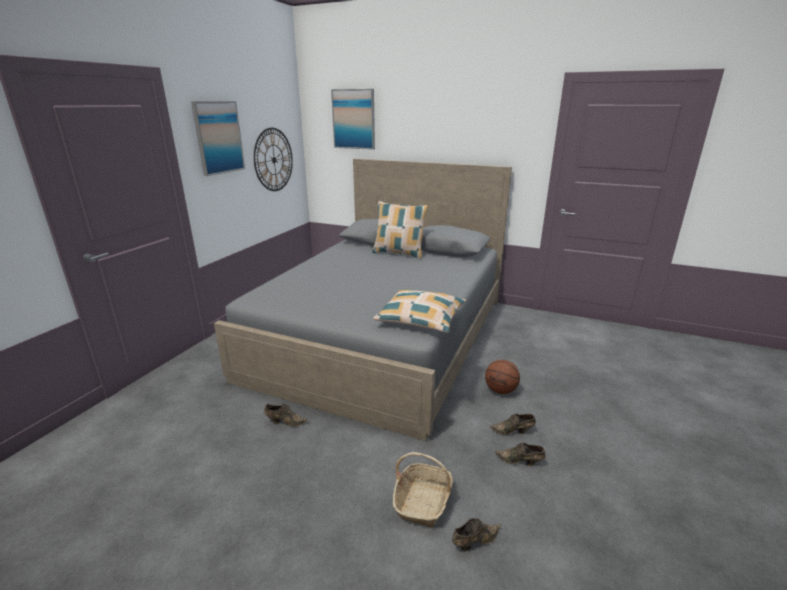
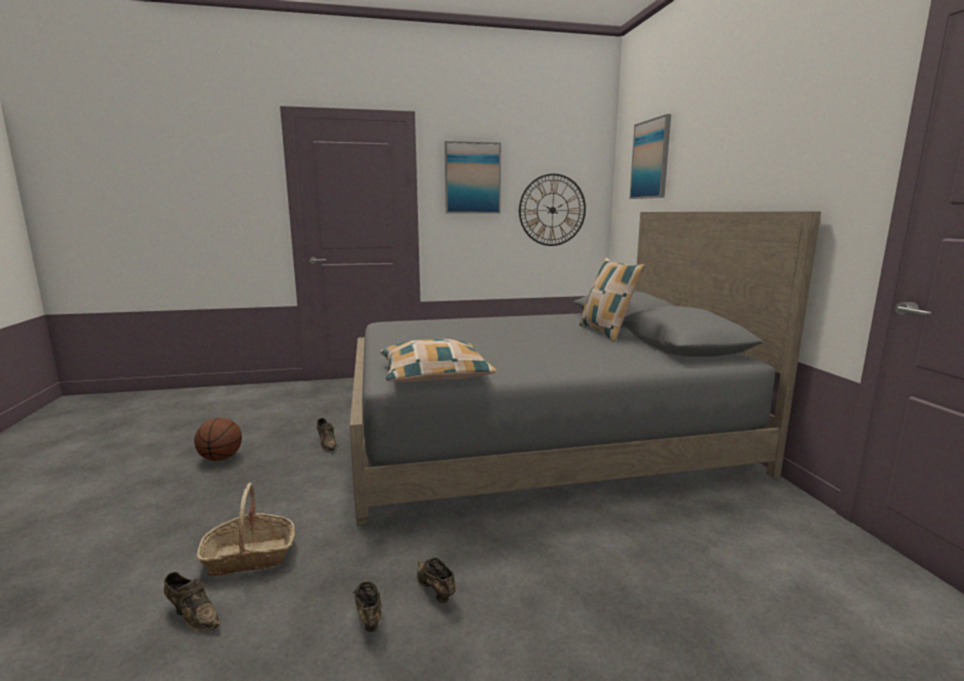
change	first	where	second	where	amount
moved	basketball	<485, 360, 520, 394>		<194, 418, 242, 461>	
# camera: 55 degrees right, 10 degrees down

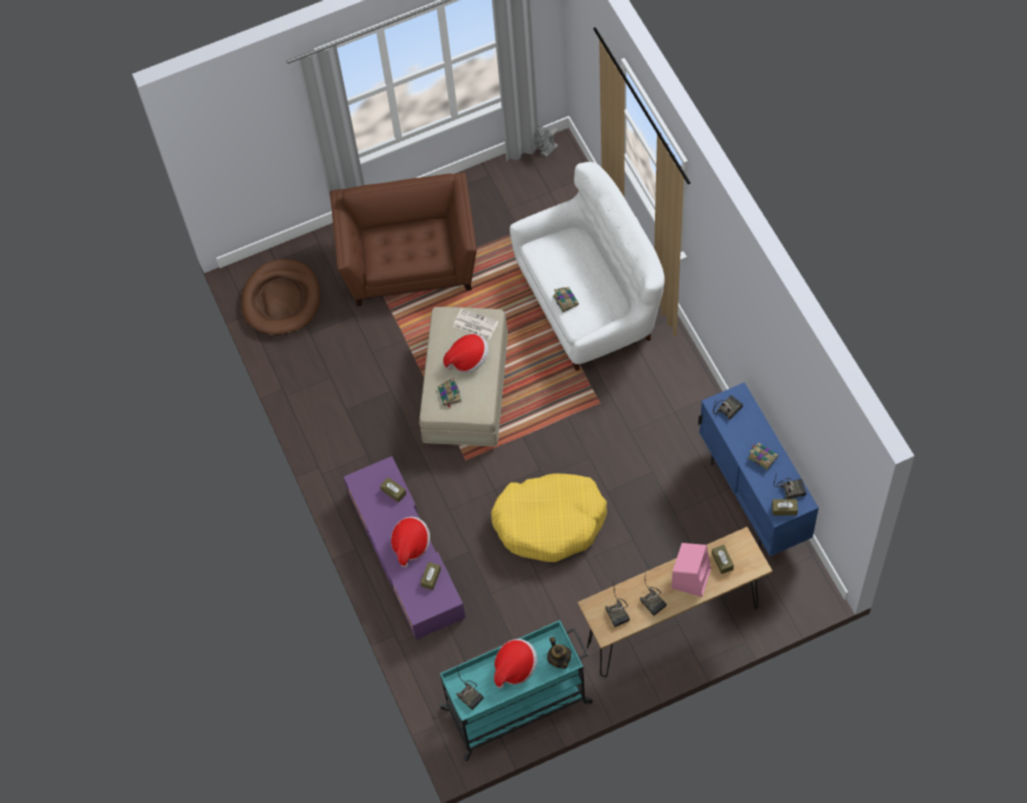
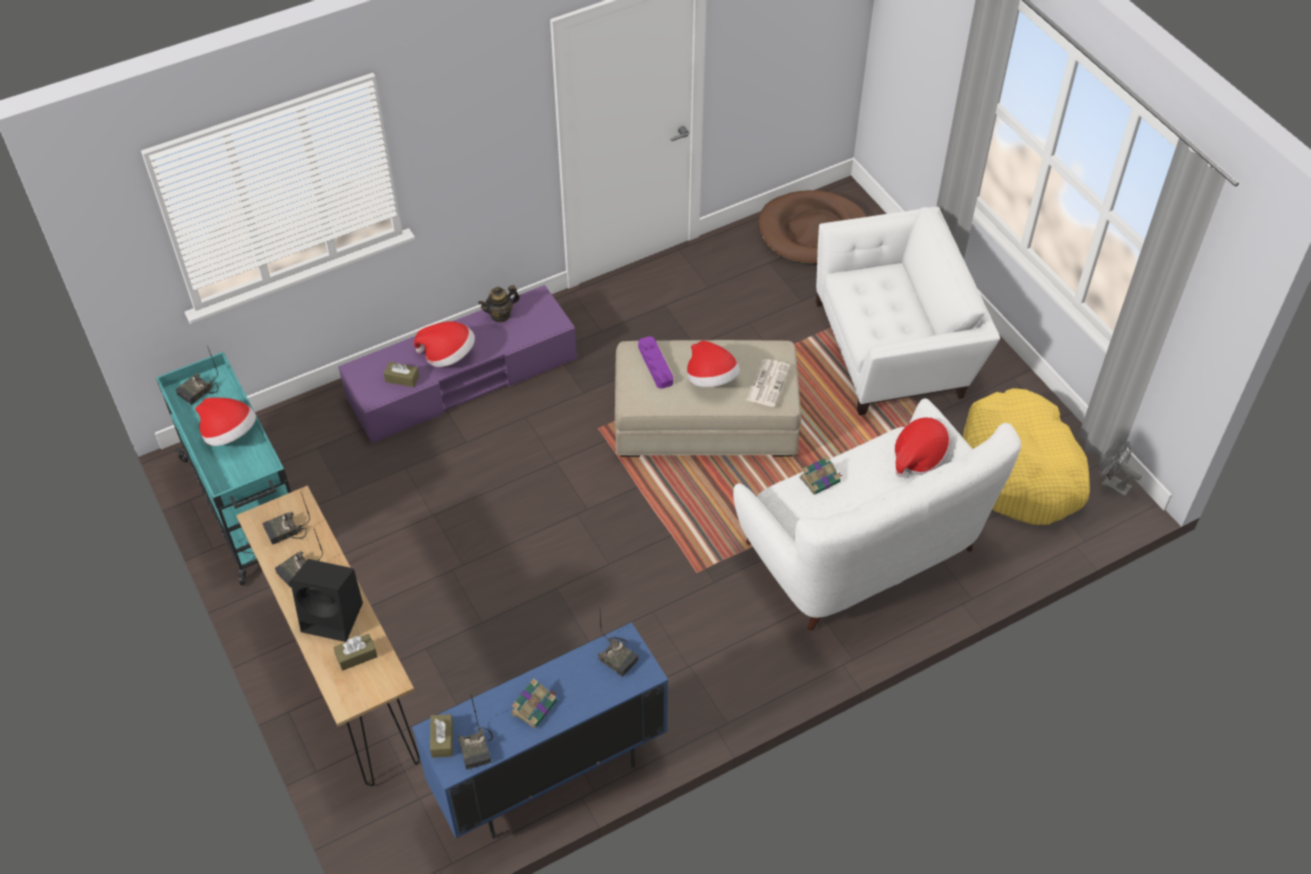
change	first	where	second	where	amount
removed	tissue box/brown	<380, 477, 406, 503>			
added			hat	<895, 417, 952, 477>	
moved	dog bed/yellow	<491, 473, 607, 562>		<963, 388, 1090, 525>	
moved	teapot	<547, 637, 571, 669>		<478, 285, 520, 323>	
replaced	book	<438, 378, 462, 408>	tray/purple	<638, 336, 673, 389>	
recoloured	armchair/brown	<330, 172, 477, 306>	armchair/white	<816, 207, 1000, 415>	
recoloured	speaker/pink	<672, 543, 711, 597>	speaker/black	<290, 559, 363, 642>	
# camera: 80 degrees right, 10 degrees down

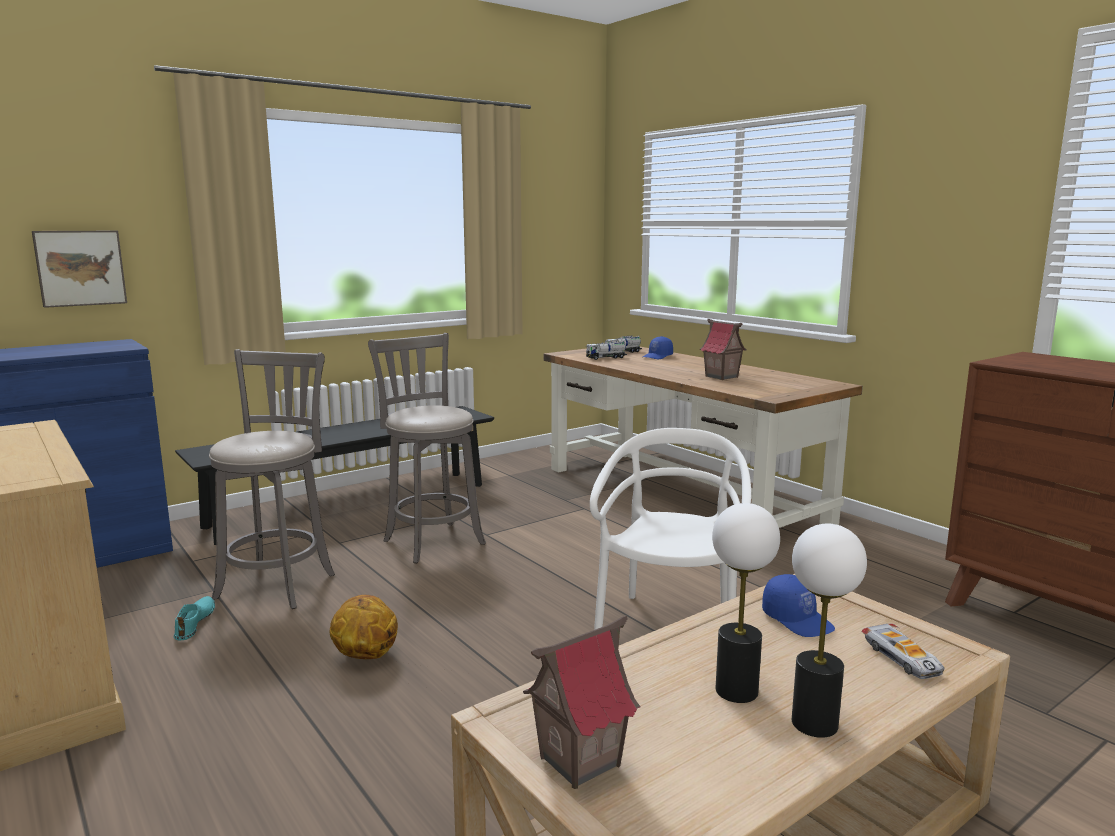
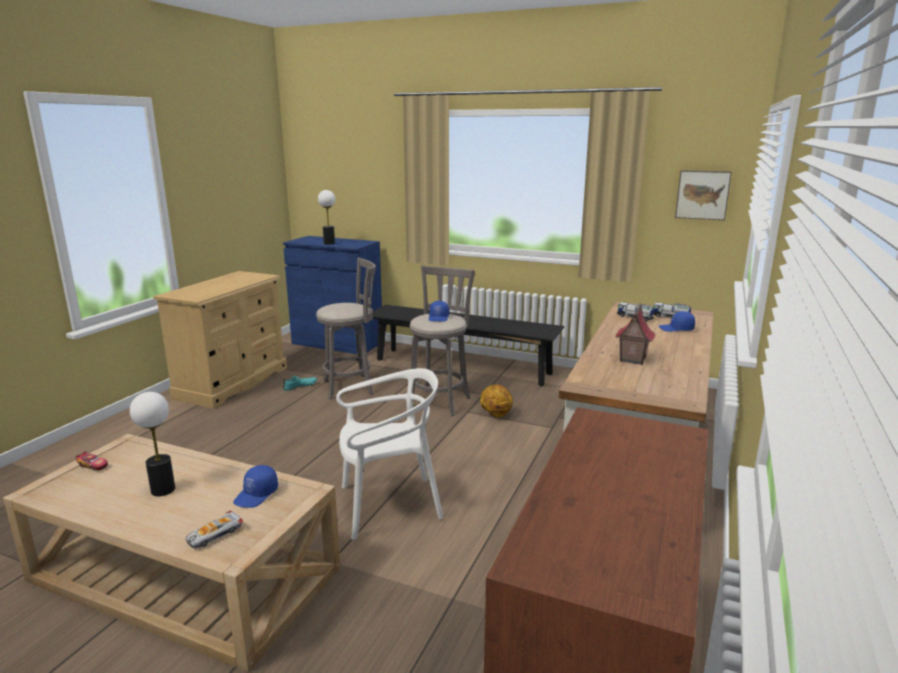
change	first	where	second	where	amount
added			cap/blue	<429, 301, 449, 322>	
moved	picture	<32, 231, 127, 308>		<675, 170, 732, 220>	
moved	basketball	<330, 595, 398, 659>		<480, 384, 513, 418>	
moved	table lamp	<792, 523, 867, 738>		<318, 190, 335, 245>	
replaced	toy house	<523, 616, 640, 789>	toy car	<76, 451, 108, 471>	
# camera: 60 degrees right, 5 degrees up

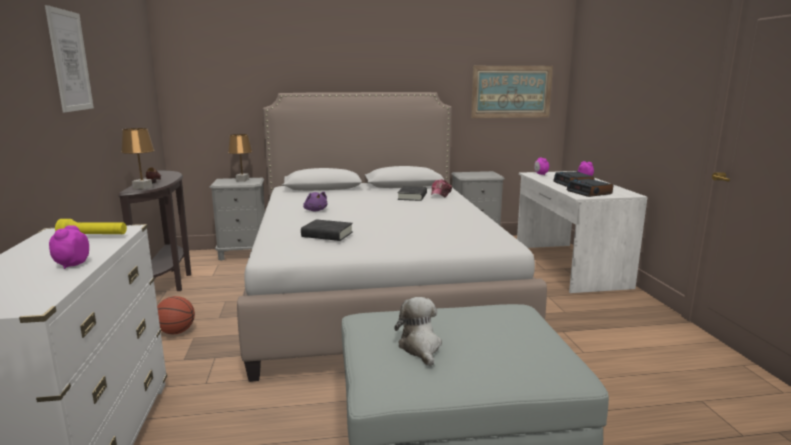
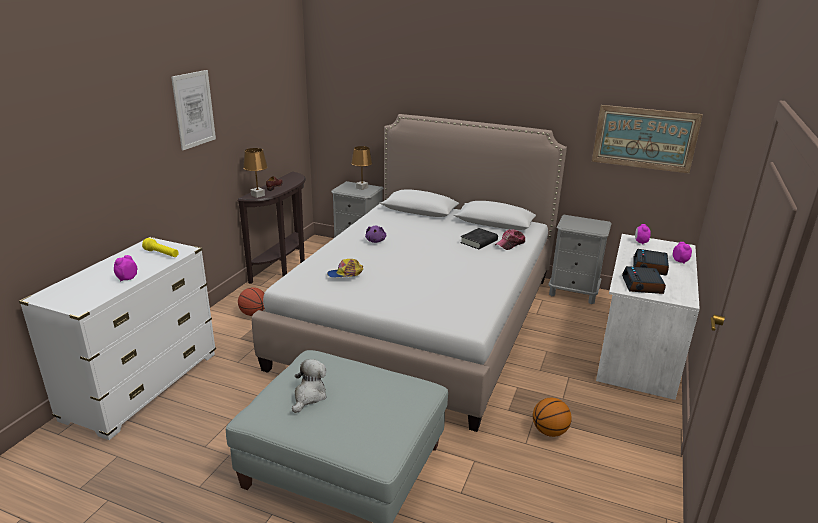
change	first	where	second	where	amount
added			basketball	<533, 398, 572, 437>	
replaced	book/black	<301, 219, 353, 241>	cap	<327, 259, 363, 278>	
# camera: 30 degrees right, 10 degrees up

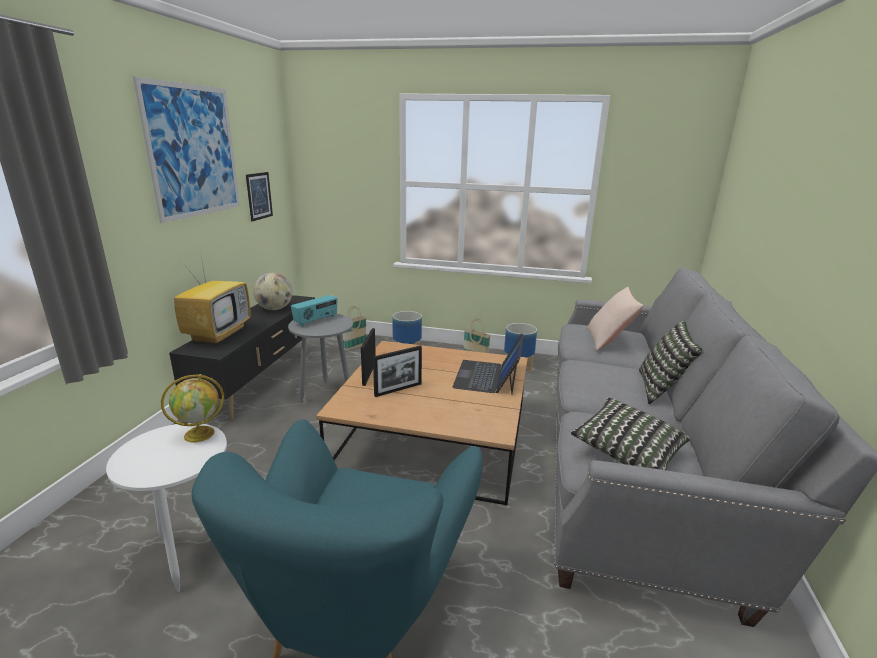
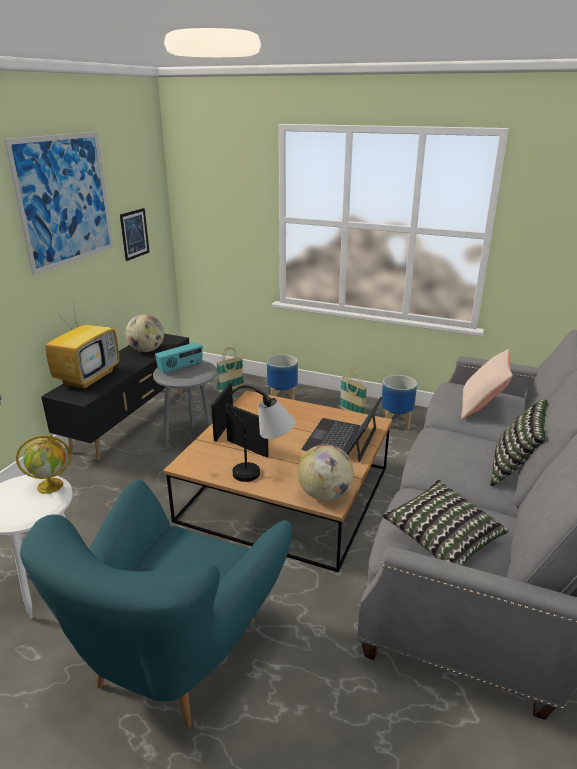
change	first	where	second	where	amount
added			table lamp	<229, 386, 296, 482>	
added			globe	<298, 444, 354, 501>	
turned	picture frame	<373, 346, 422, 397>		<225, 404, 269, 458>	120 degrees counterclockwise
# camera: 10 degrees right, 5 degrees up

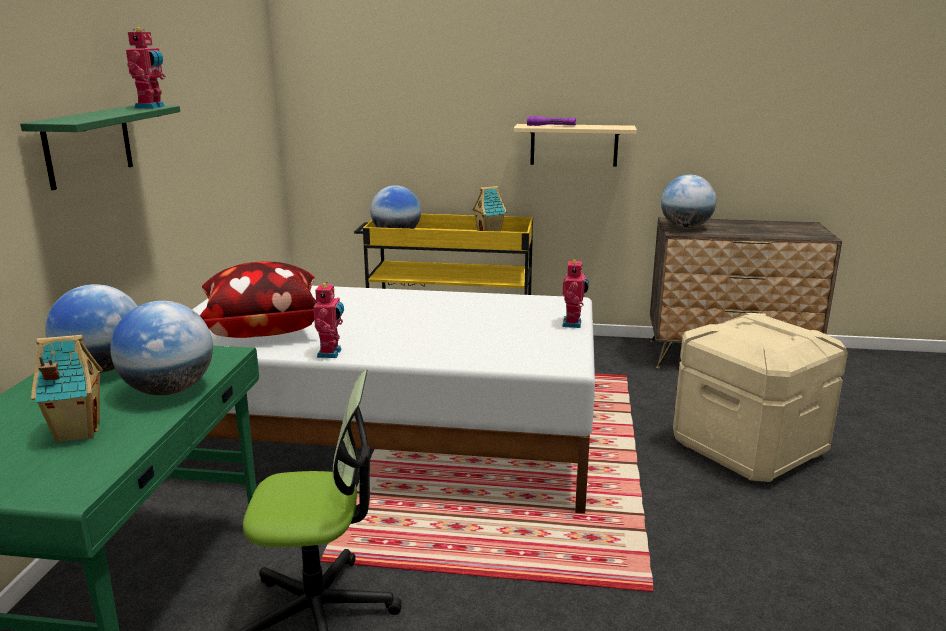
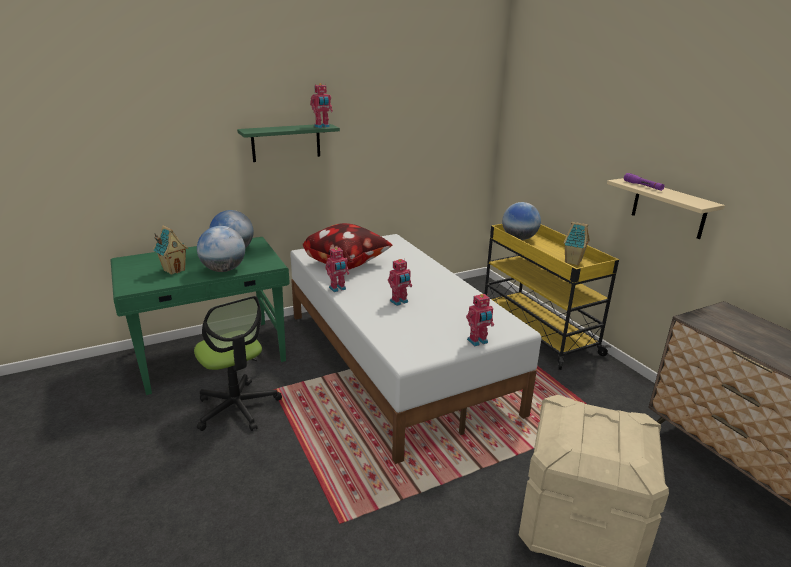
change	first	where	second	where	amount
removed	globe	<661, 175, 716, 228>			
added			toy robot	<388, 259, 412, 306>	
# camera: 55 degrees right, 5 degrees up

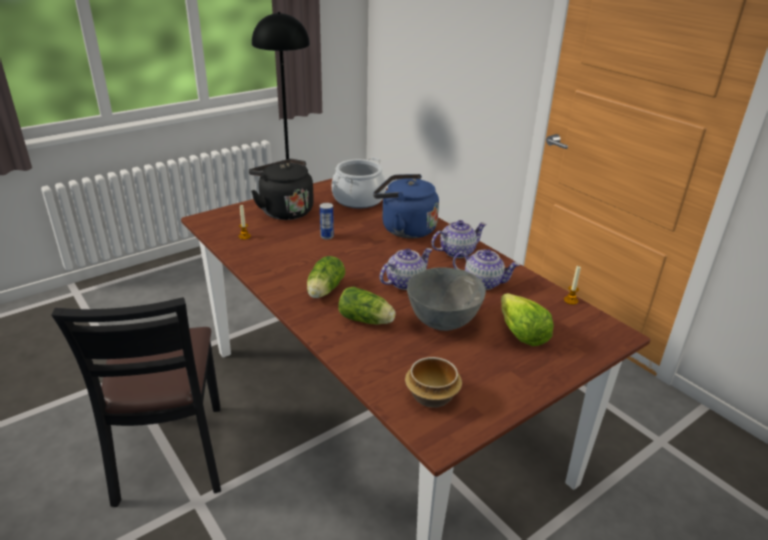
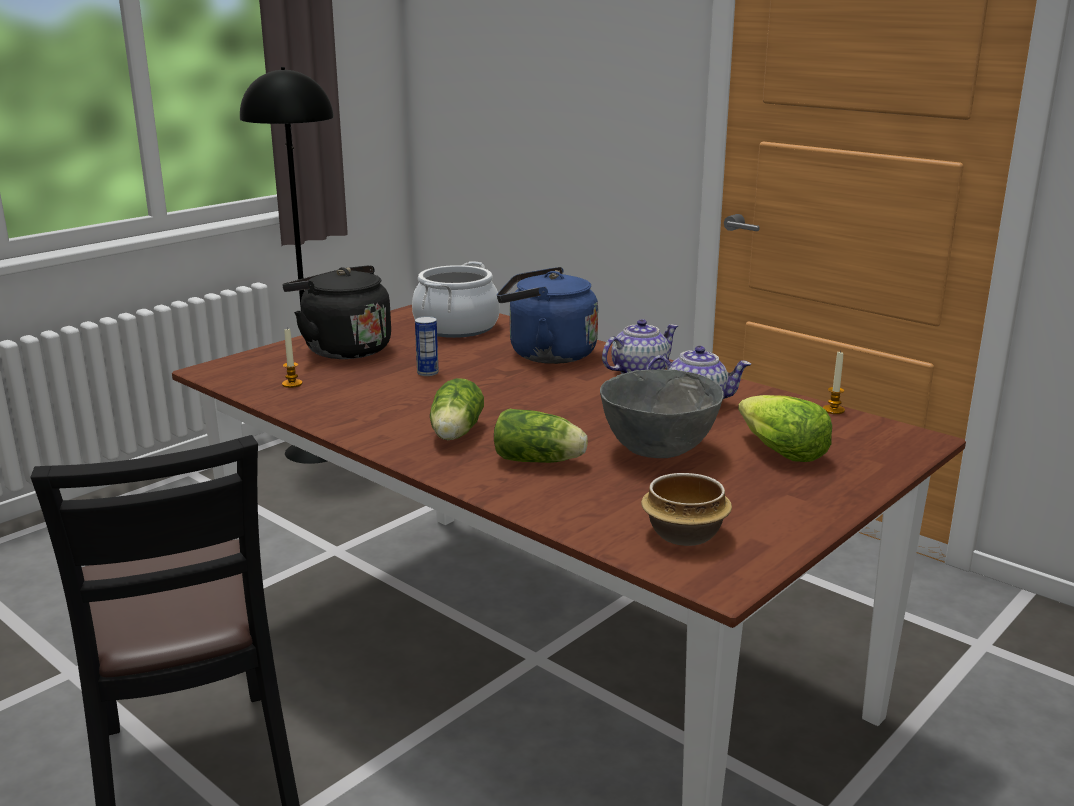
change	first	where	second	where	amount
removed	teapot	<380, 248, 433, 290>			
# camera: 10 degrees left, 10 degrees down

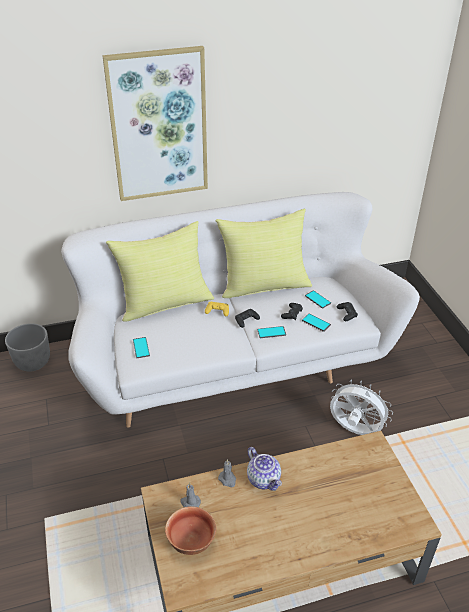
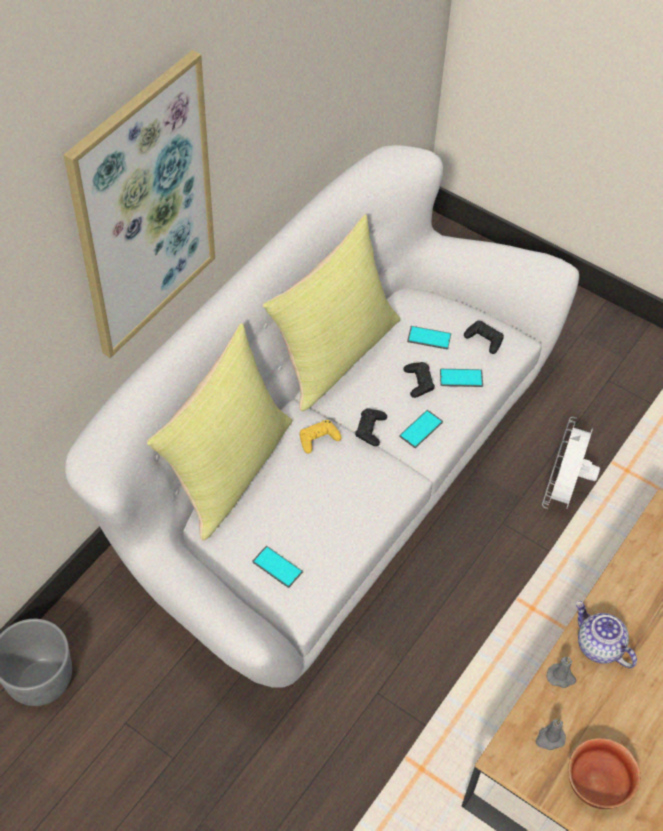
change	first	where	second	where	amount
turned	teapot	<247, 447, 282, 491>		<576, 601, 637, 668>	150 degrees counterclockwise
turned	fan/white	<330, 379, 393, 435>		<542, 417, 600, 509>	60 degrees counterclockwise
# camera: 40 degrees left, 15 degrees up

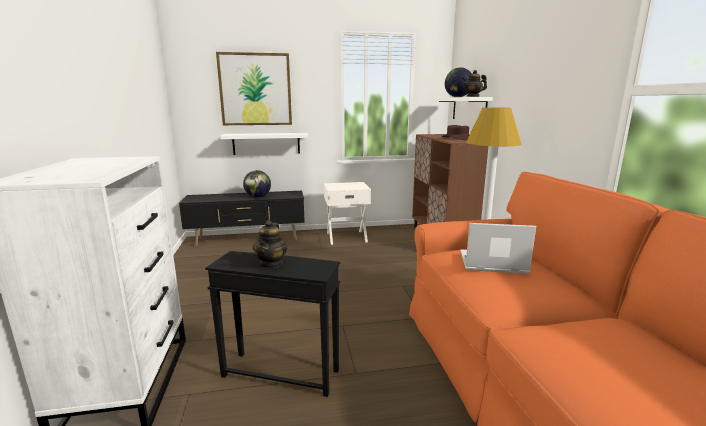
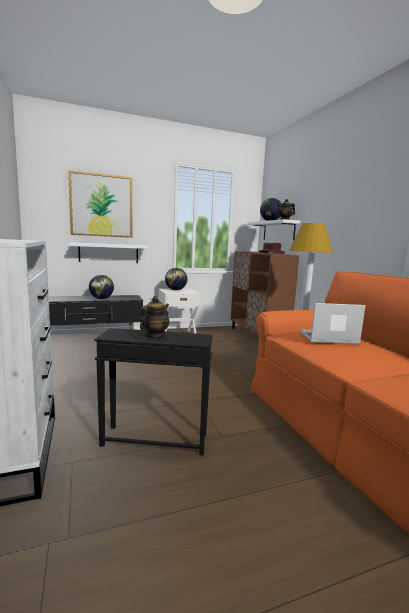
change	first	where	second	where	amount
added			globe	<165, 268, 187, 290>	
turned	teapot	<253, 220, 287, 268>		<140, 296, 169, 338>	150 degrees counterclockwise
# camera: 10 degrees left, 5 degrees down

